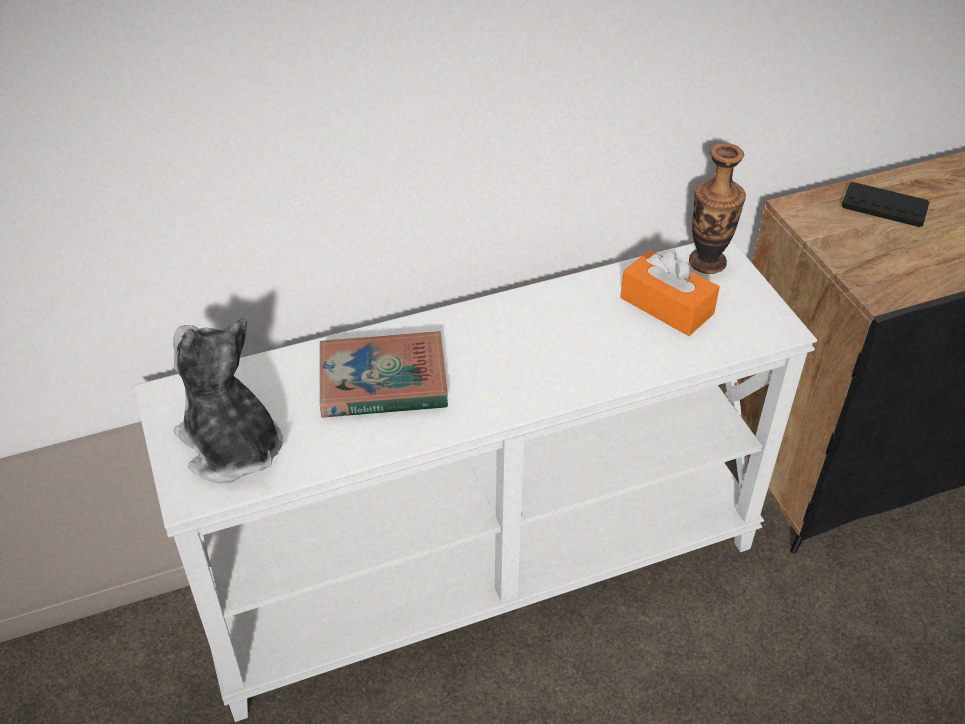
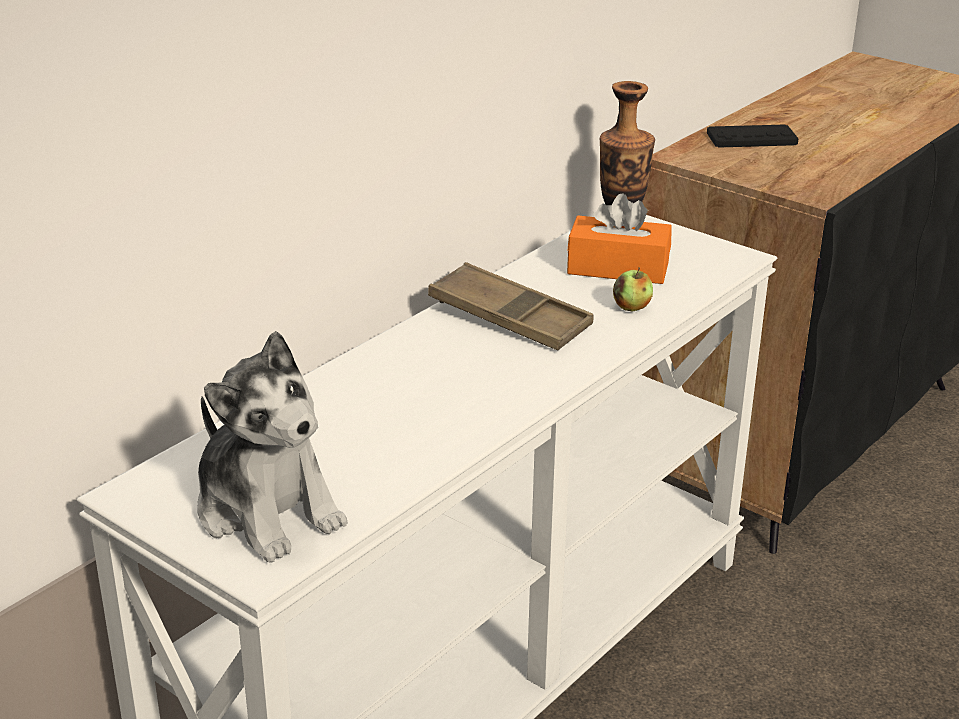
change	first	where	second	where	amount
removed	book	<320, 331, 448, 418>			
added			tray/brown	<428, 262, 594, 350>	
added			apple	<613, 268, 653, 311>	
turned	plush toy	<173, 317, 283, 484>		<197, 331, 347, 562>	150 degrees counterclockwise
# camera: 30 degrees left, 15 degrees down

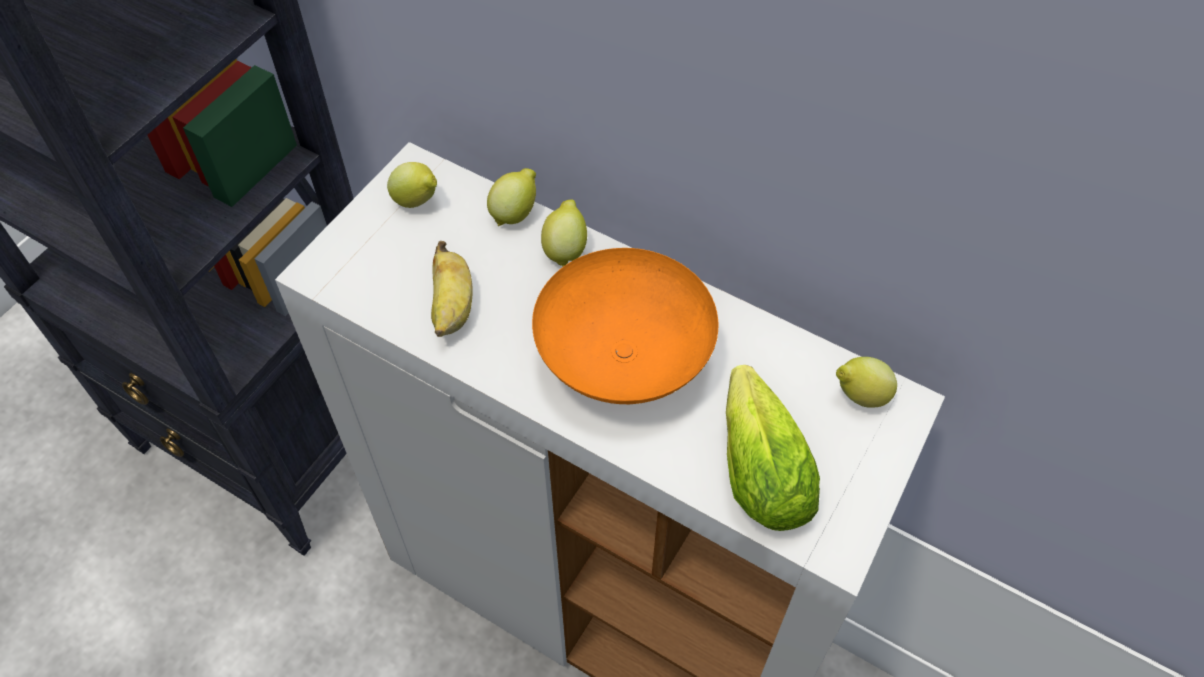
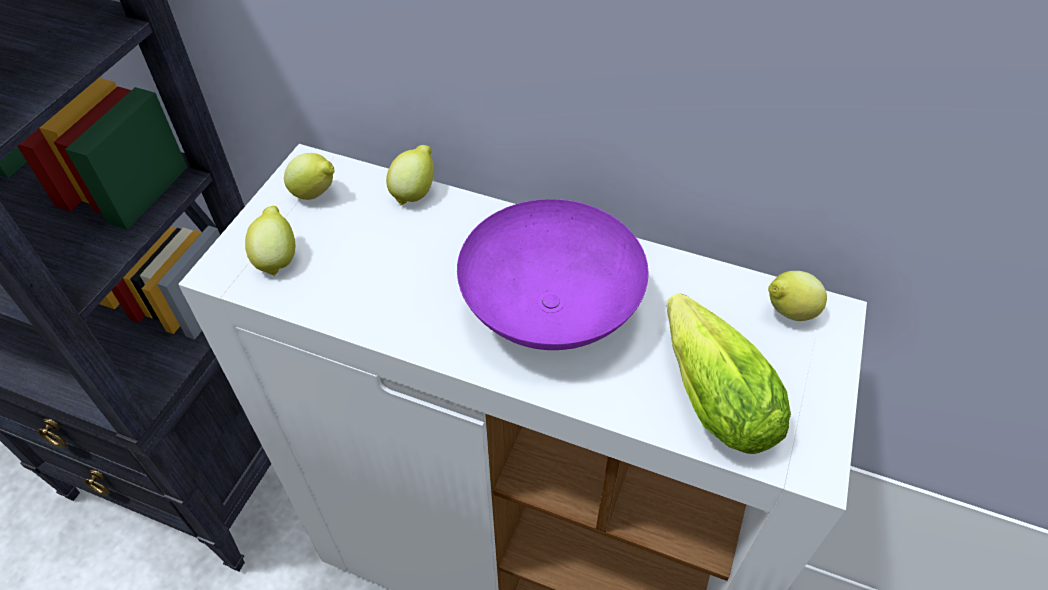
change	first	where	second	where	amount
removed	banana	<431, 241, 473, 337>			
moved	lemon	<541, 200, 587, 267>		<245, 206, 295, 276>	
recoloured	bowl/orange	<532, 248, 719, 404>	bowl/purple	<457, 199, 649, 350>	
# camera: 10 degrees left, 5 degrees down

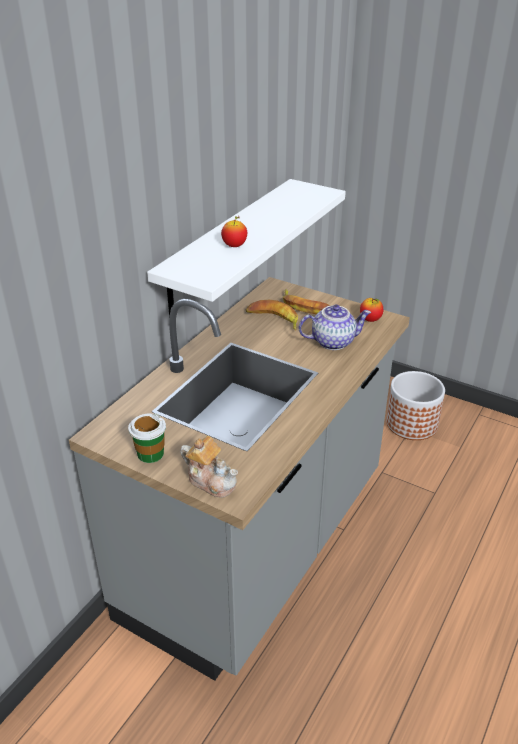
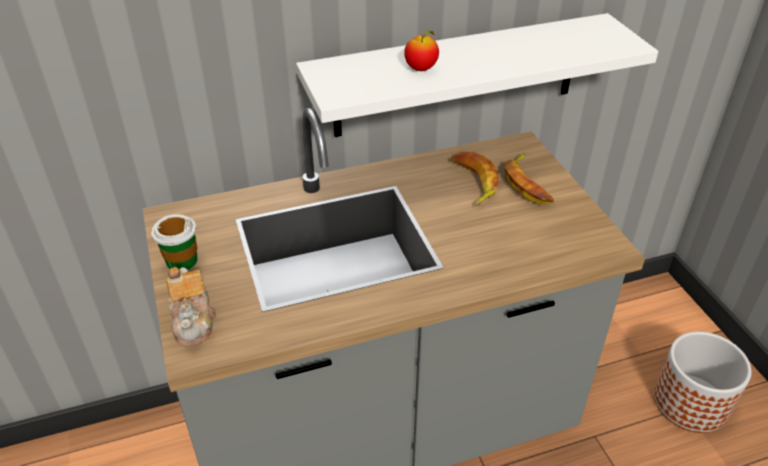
change	first	where	second	where	amount
removed	teapot	<299, 305, 371, 350>			
removed	apple	<360, 298, 383, 322>			
# camera: 40 degrees right, 5 degrees up

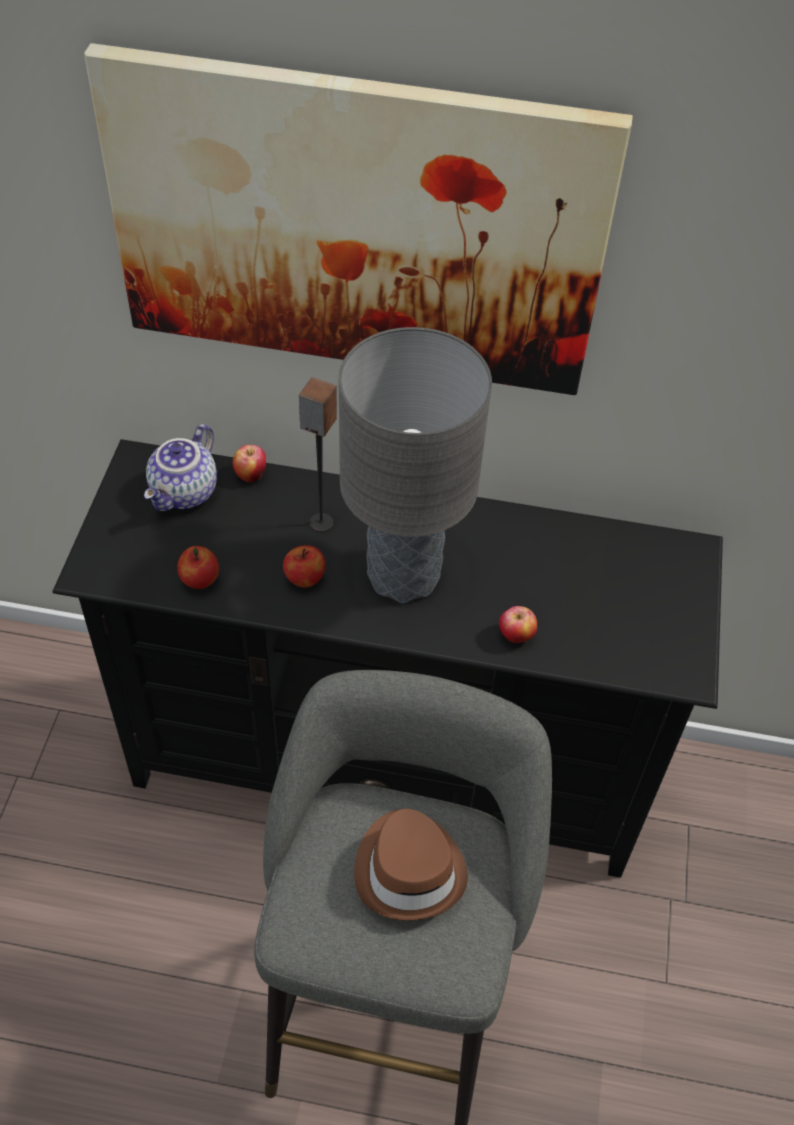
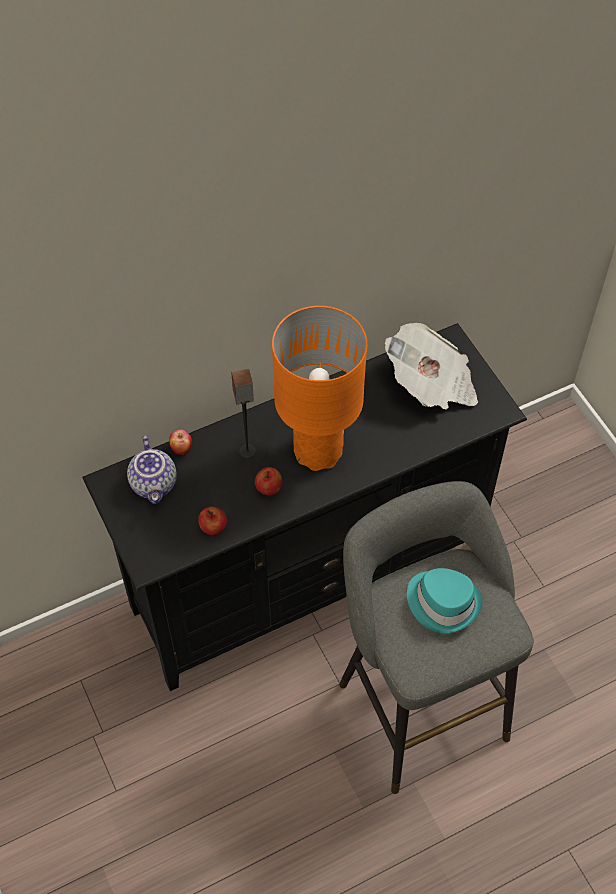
change	first	where	second	where	amount
removed	picture	<84, 43, 633, 395>			
removed	apple	<499, 606, 537, 643>			
added			newspaper	<385, 323, 478, 410>	
recoloured	table lamp/grey	<339, 327, 492, 603>	table lamp/orange	<272, 306, 367, 471>	
recoloured	hat/brown	<354, 809, 468, 920>	hat/turquoise	<407, 568, 483, 633>	
# camera: 35 degrees left, 5 degrees up

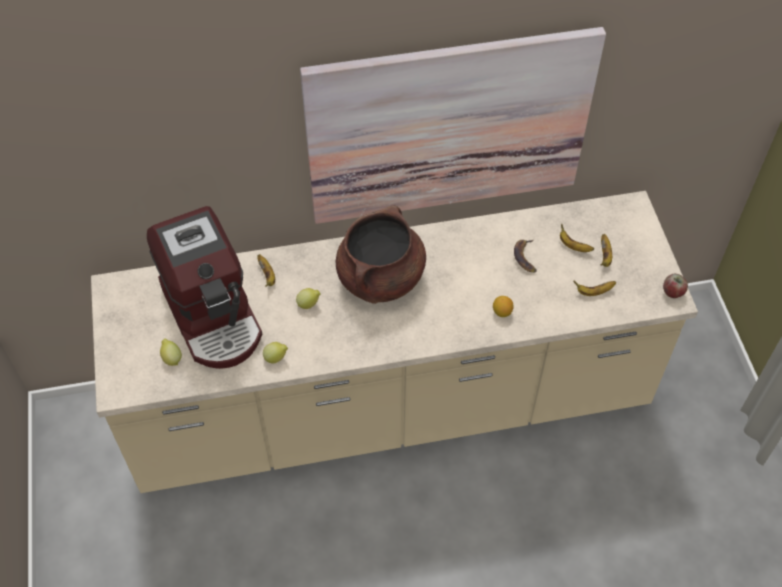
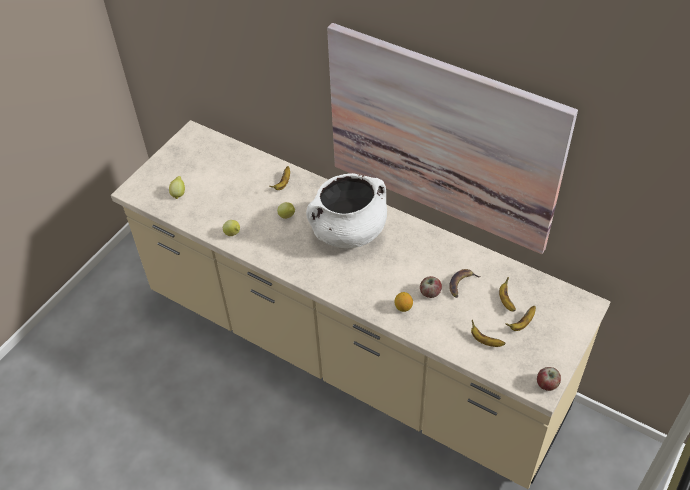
change	first	where	second	where	amount
removed	coffee machine	<147, 206, 262, 369>			
added			apple	<420, 276, 442, 298>	
recoloured	cooking pot/brown	<336, 205, 426, 304>	cooking pot/white	<306, 173, 387, 248>	
# camera: 45 degrees right, 5 degrees down

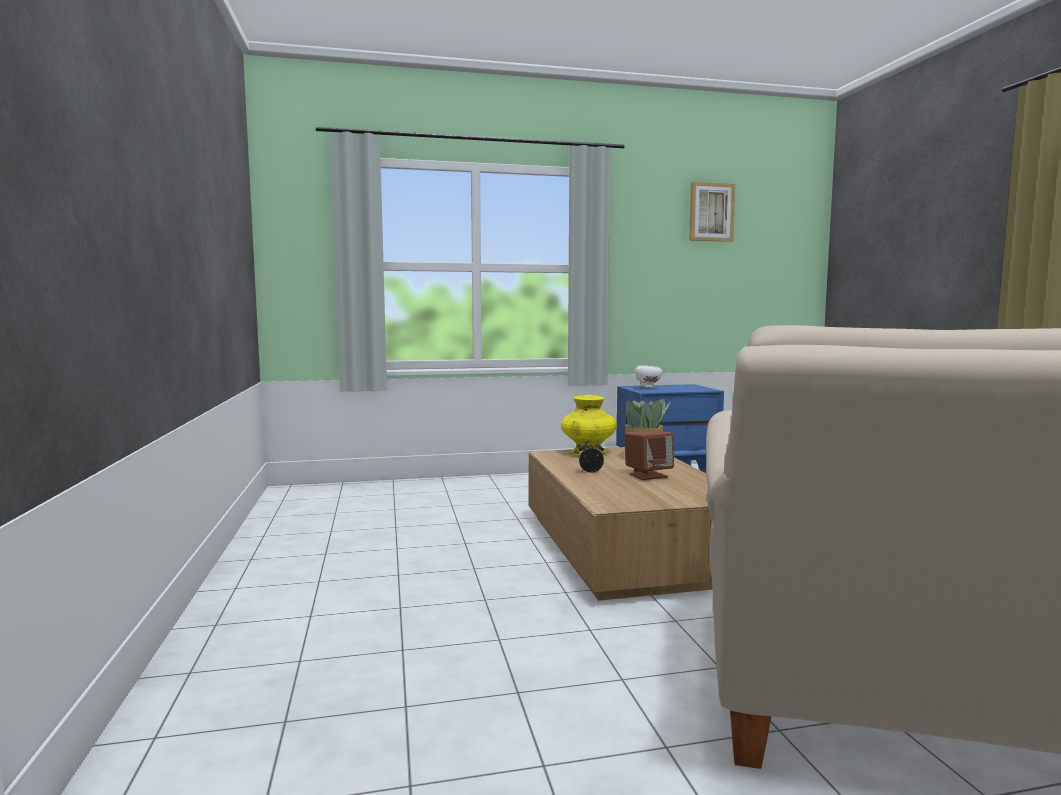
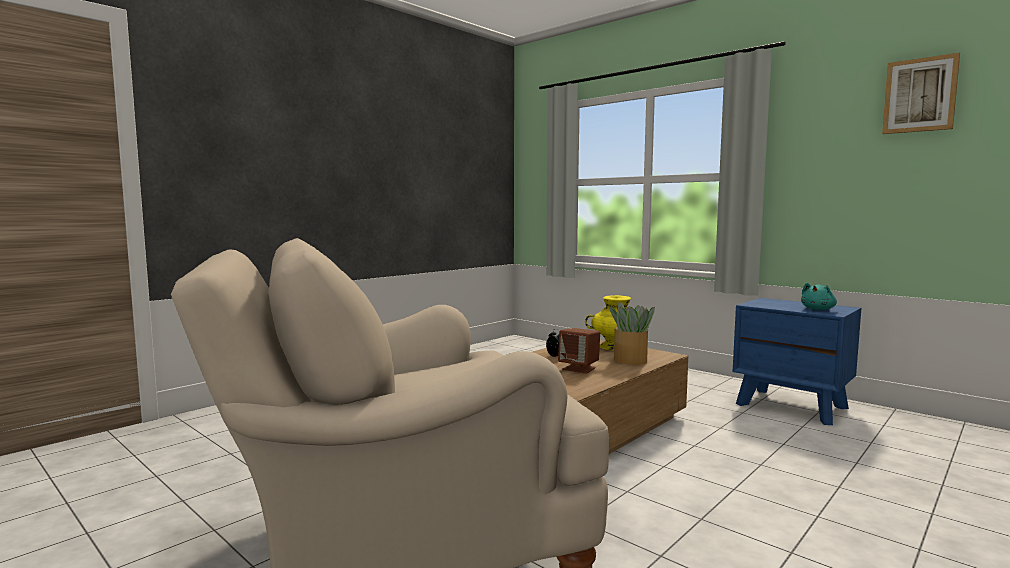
change	first	where	second	where	amount
removed	bowl/white	<635, 366, 662, 388>			
added			plush toy/turquoise	<801, 283, 837, 310>	
# camera: 55 degrees right, 0 degrees up

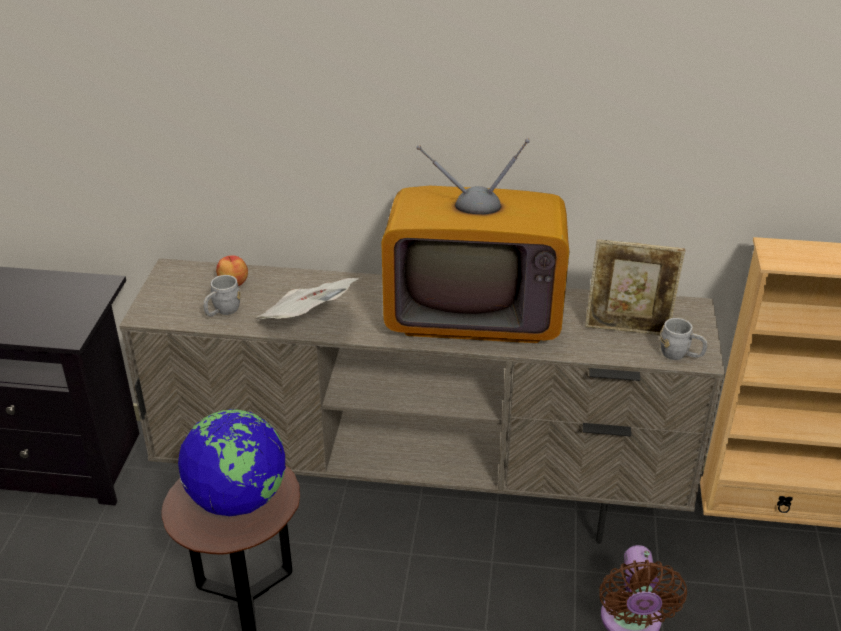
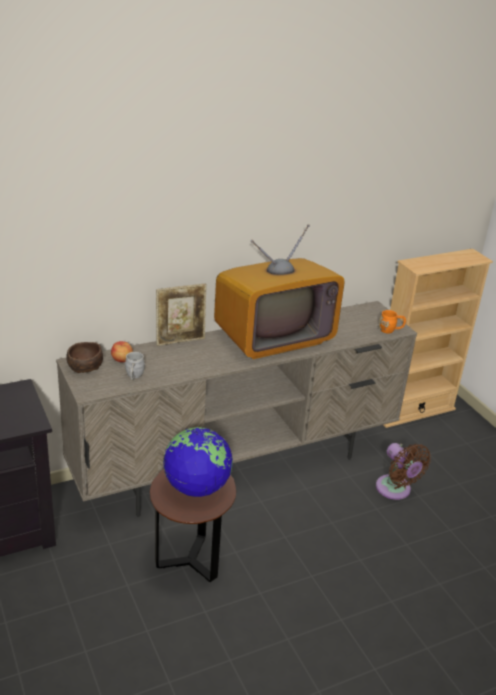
change	first	where	second	where	amount
removed	newspaper	<257, 278, 359, 319>			
added			bowl/brown	<66, 342, 103, 373>	
moved	picture frame	<585, 239, 685, 335>		<156, 284, 207, 346>	
recoloured	mug/grey	<660, 318, 708, 360>	mug/orange	<379, 310, 406, 333>	
# camera: 35 degrees left, 5 degrees down

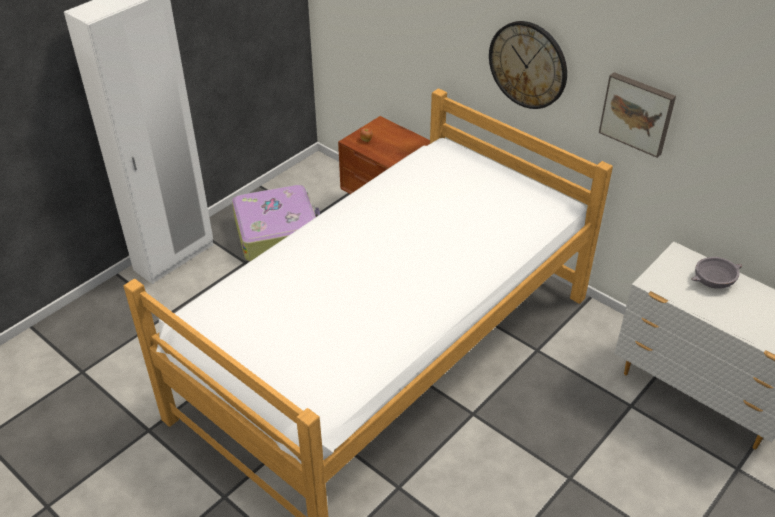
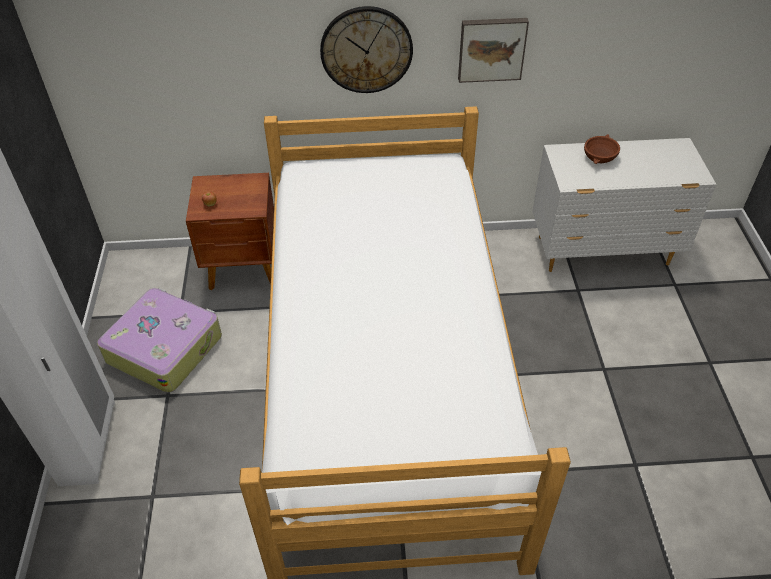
change	first	where	second	where	amount
recoloured	bowl/grey	<692, 257, 742, 289>	bowl/brown	<584, 134, 620, 164>	
# camera: 45 degrees left, 5 degrees up

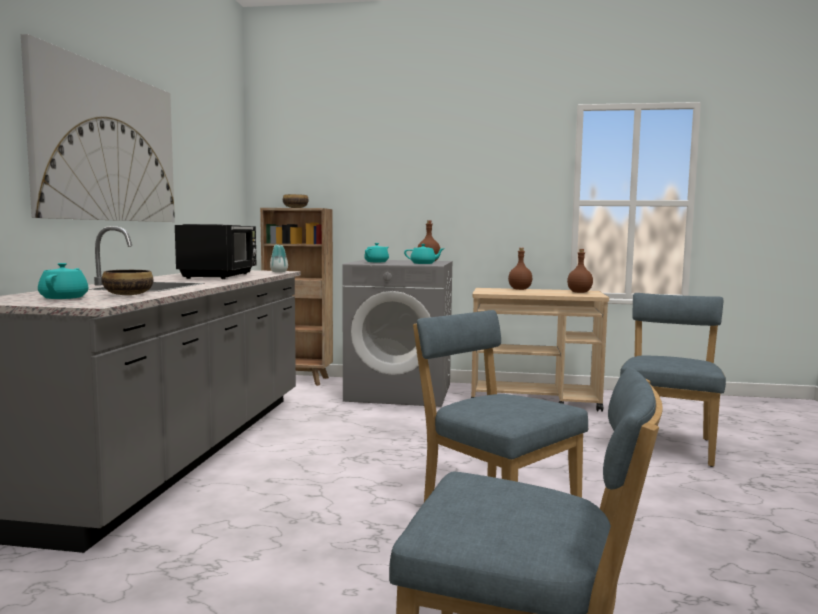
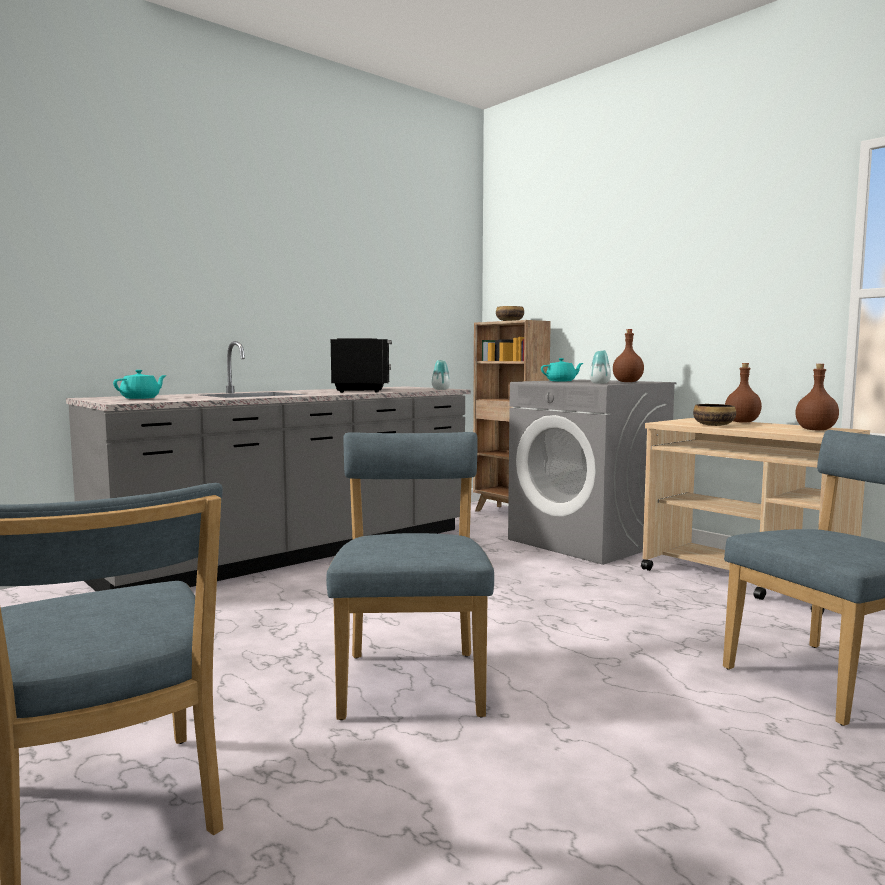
change	first	where	second	where	amount
removed	picture	<21, 34, 175, 222>			
moved	bowl	<102, 270, 153, 295>		<693, 404, 736, 426>	
replaced	teapot/turquoise	<404, 244, 445, 264>	vase	<589, 350, 611, 384>	
turned	microwave/black	<175, 224, 257, 279>		<331, 338, 392, 393>	45 degrees counterclockwise
# camera: 40 degrees right, 0 degrees up

